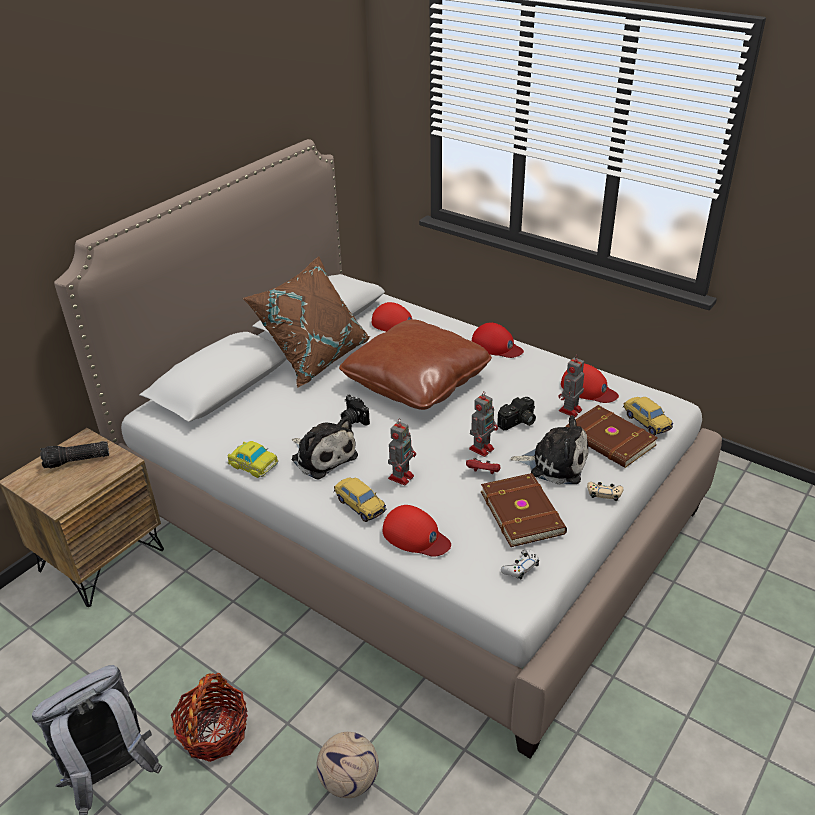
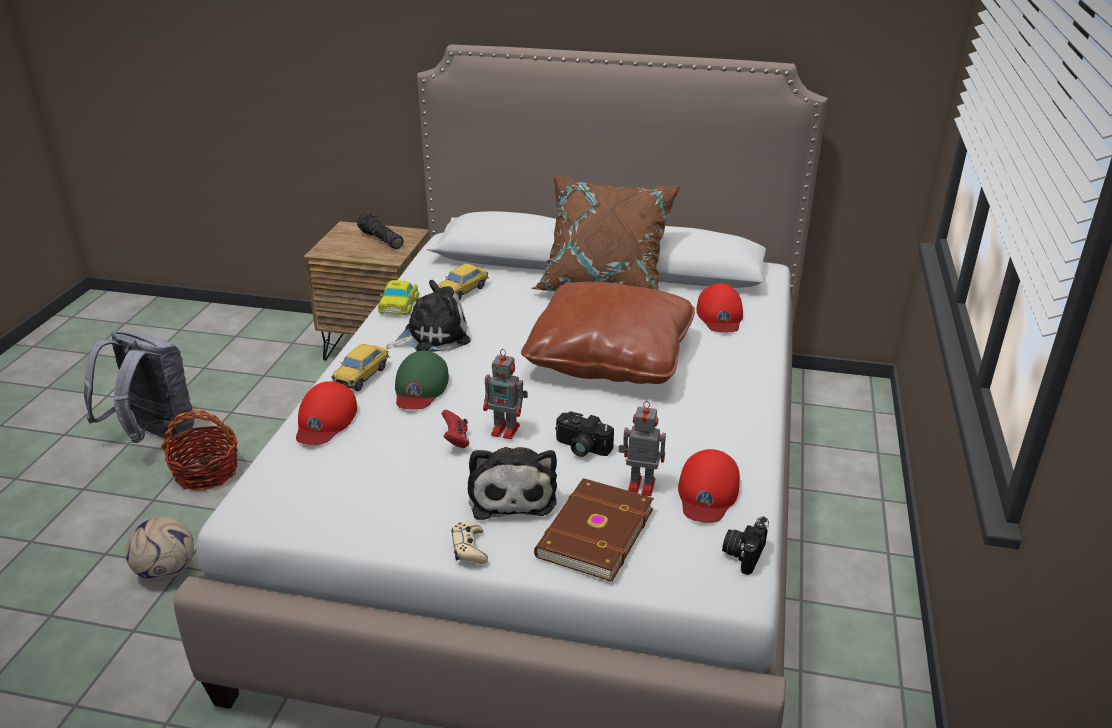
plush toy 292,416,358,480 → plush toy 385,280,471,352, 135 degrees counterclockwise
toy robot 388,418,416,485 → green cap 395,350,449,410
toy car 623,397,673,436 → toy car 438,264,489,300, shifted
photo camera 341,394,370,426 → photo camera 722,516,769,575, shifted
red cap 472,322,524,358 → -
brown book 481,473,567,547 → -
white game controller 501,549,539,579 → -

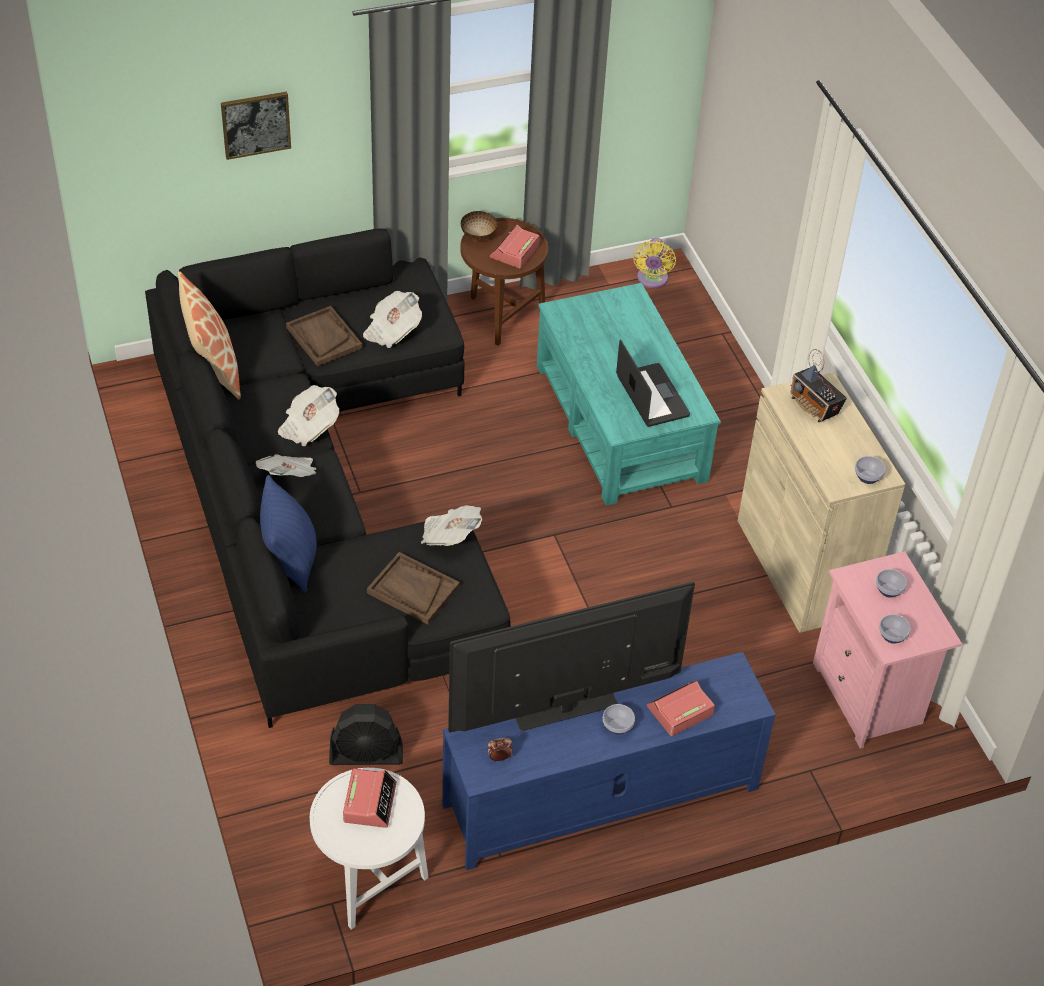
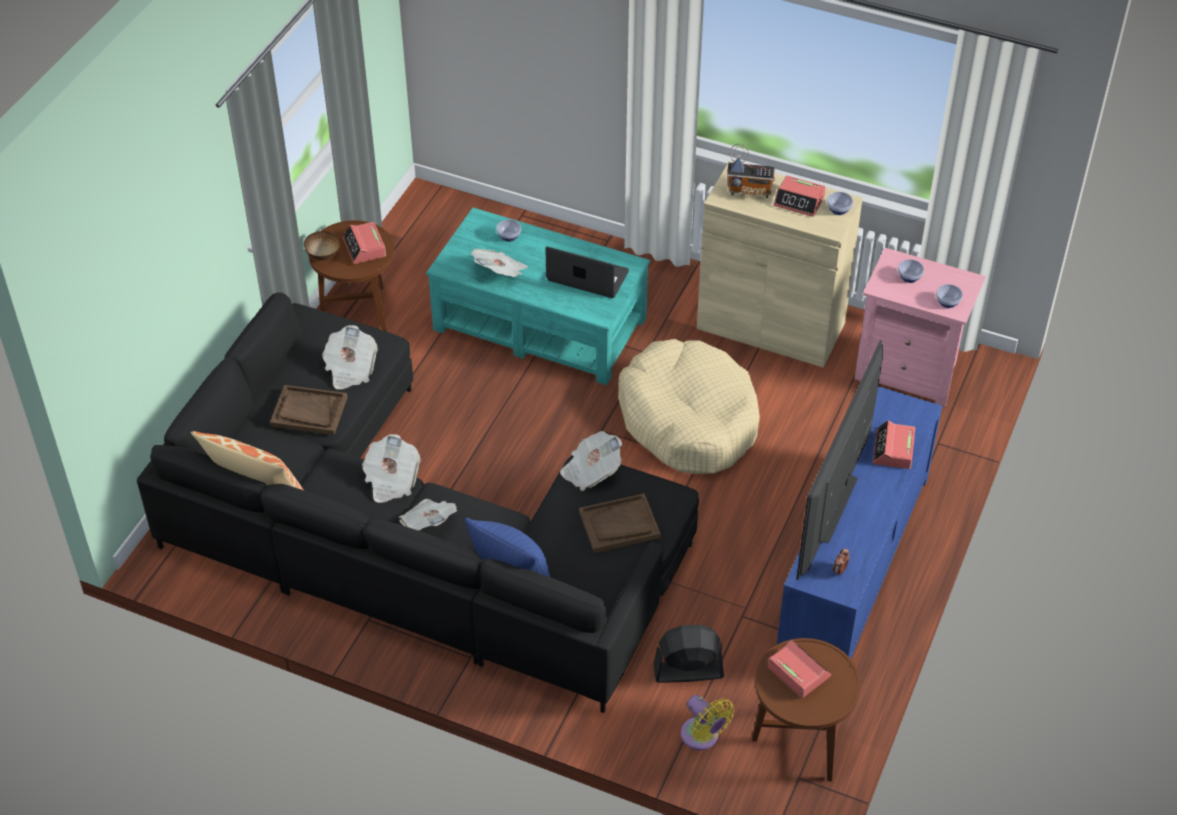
- → newspaper 471,249,528,277
bowl 603,704,635,734 → bowl 497,219,521,242, shifted
- → beige dog bed 618,339,760,474
black fan 329,704,403,765 → black fan 654,624,724,683, 135 degrees counterclockwise
yellow fan 633,238,676,288 → yellow fan 681,695,734,750, shifted
white side table 310,768,429,930 → brown side table 752,638,861,782
- → alarm clock 774,176,826,217
picture 221,92,291,160 → -

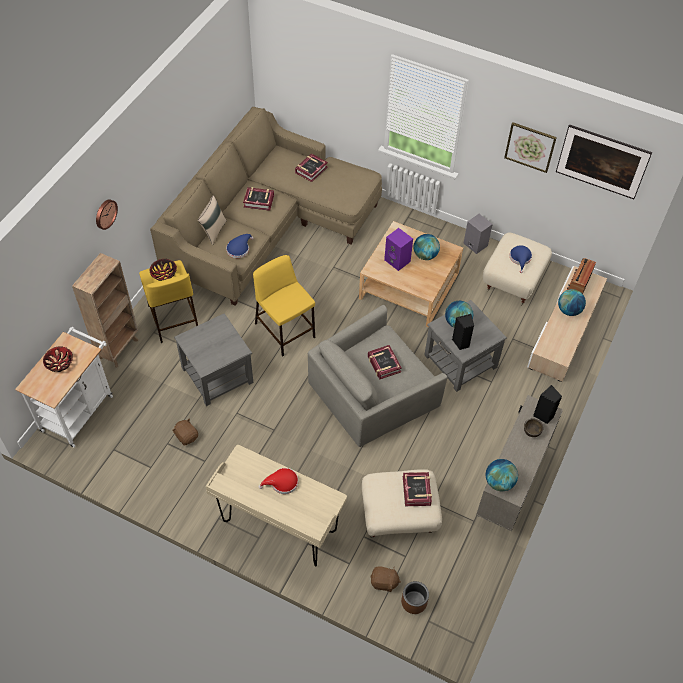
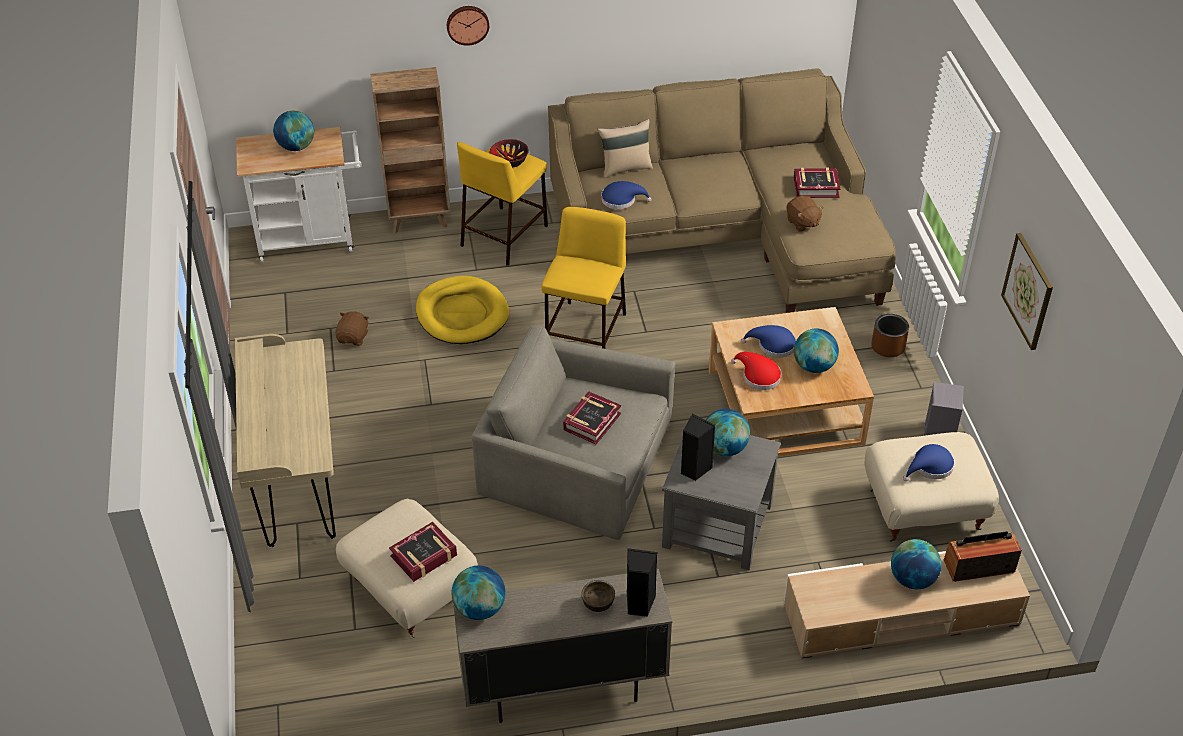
bowl 43,346,73,372 → globe 273,111,314,151
grey side table 174,313,253,406 → yellow dog bed 416,276,509,344
red hat 258,468,298,494 → red hat 731,352,782,390, shifted
purple speaker 384,228,413,271 → blue hat 741,325,796,358
brown plush toy 370,566,401,592 → brown plush toy 787,196,824,232, shifted
brown planter 401,581,429,614 → brown planter 871,314,909,357, shifted
book 243,187,274,211 → -
picture 556,124,652,199 → -

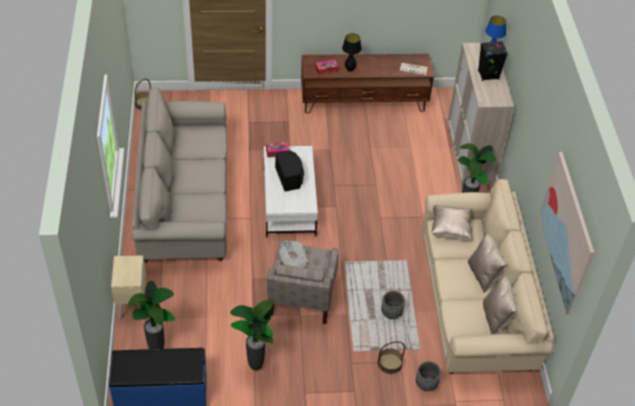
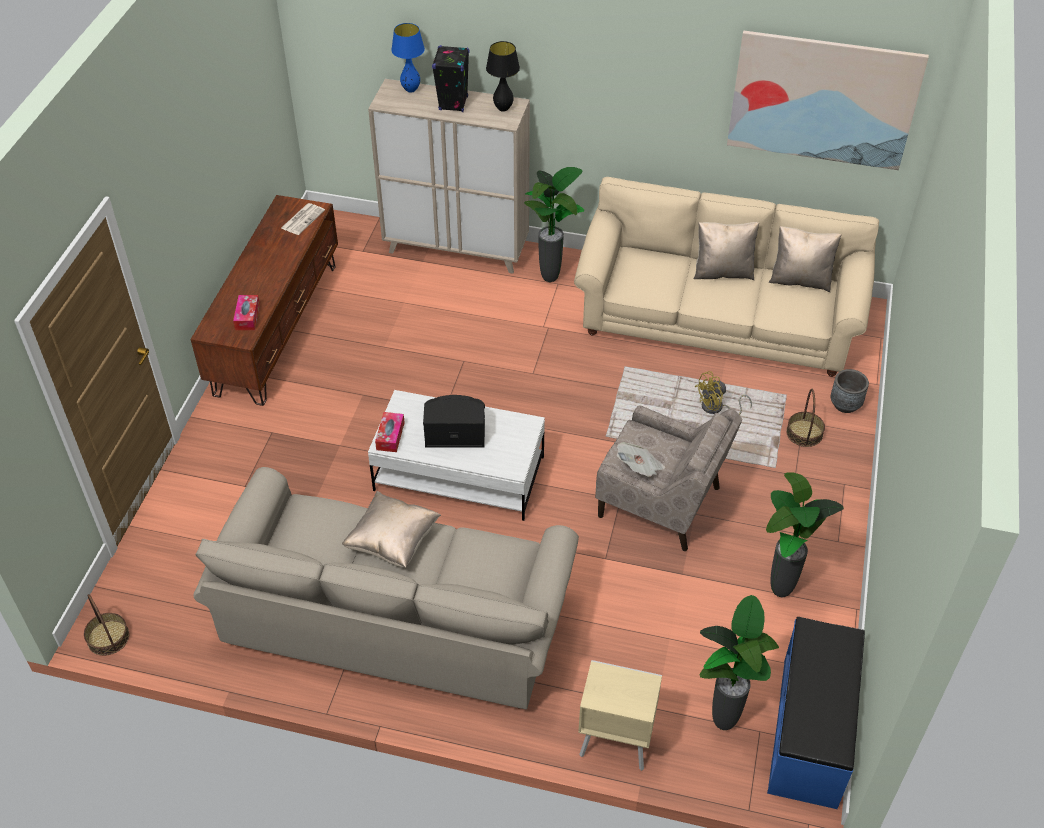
beige pillow 431,205,473,240 → beige pillow 342,491,441,568, shifted
black table lamp 342,33,362,71 → black table lamp 486,41,520,112, shifted
grey planter 381,291,405,319 → yellow fan 695,371,752,415

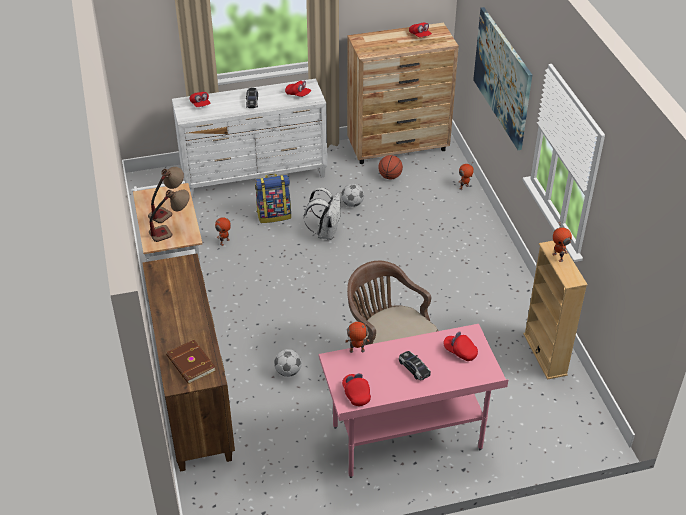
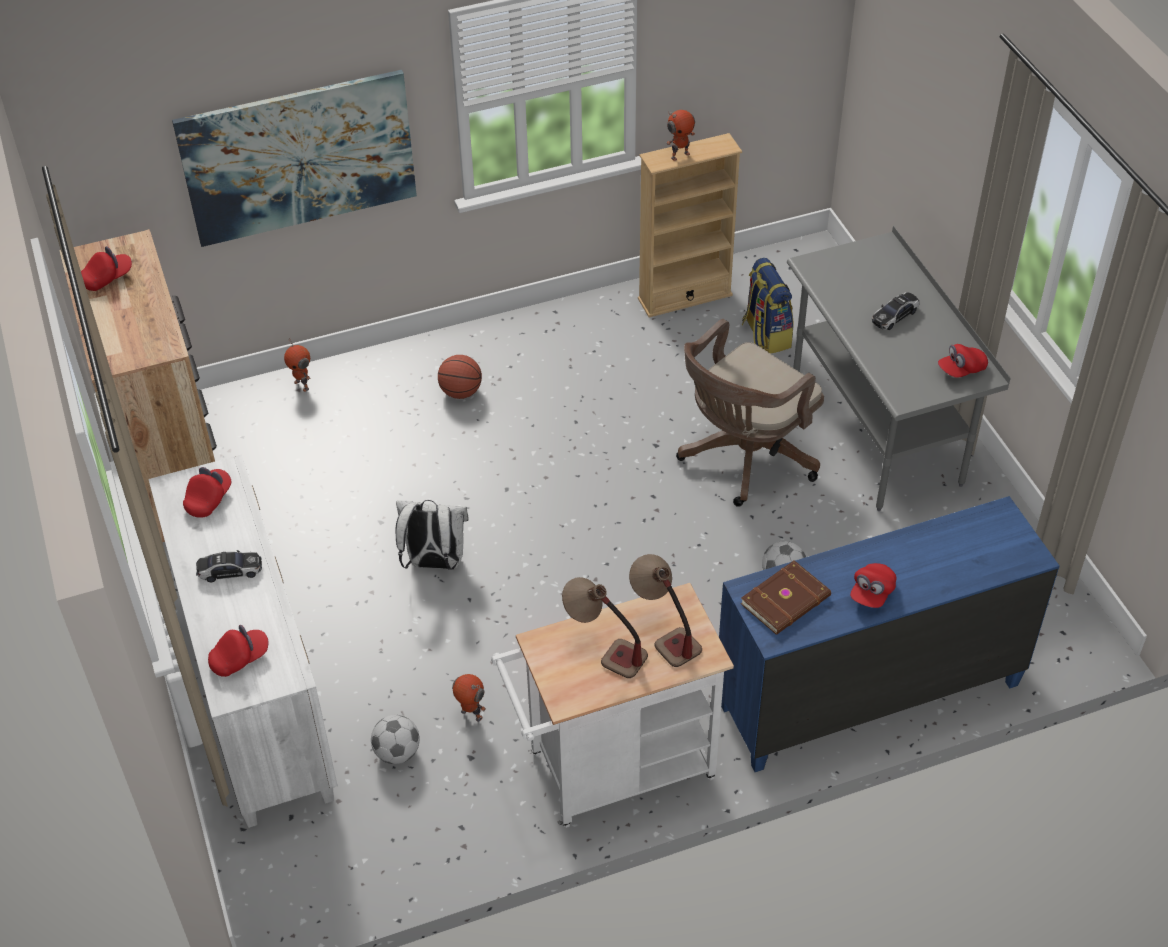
football 341,184,364,207 → football 371,715,420,764, shifted
basketball 378,155,403,180 → basketball 438,355,482,399, shifted
brown dresser 142,253,235,472 → blue dresser 719,496,1060,772
brown book 166,340,216,384 → brown book 741,560,831,635, shifted
backpack 255,174,291,223 → backpack 742,258,793,354, shifted
pink desk 319,324,508,478 → grey desk 787,225,1011,511
red cap 444,331,478,361 → red cap 850,563,896,608, shifted
toy robot 345,322,370,353 → -

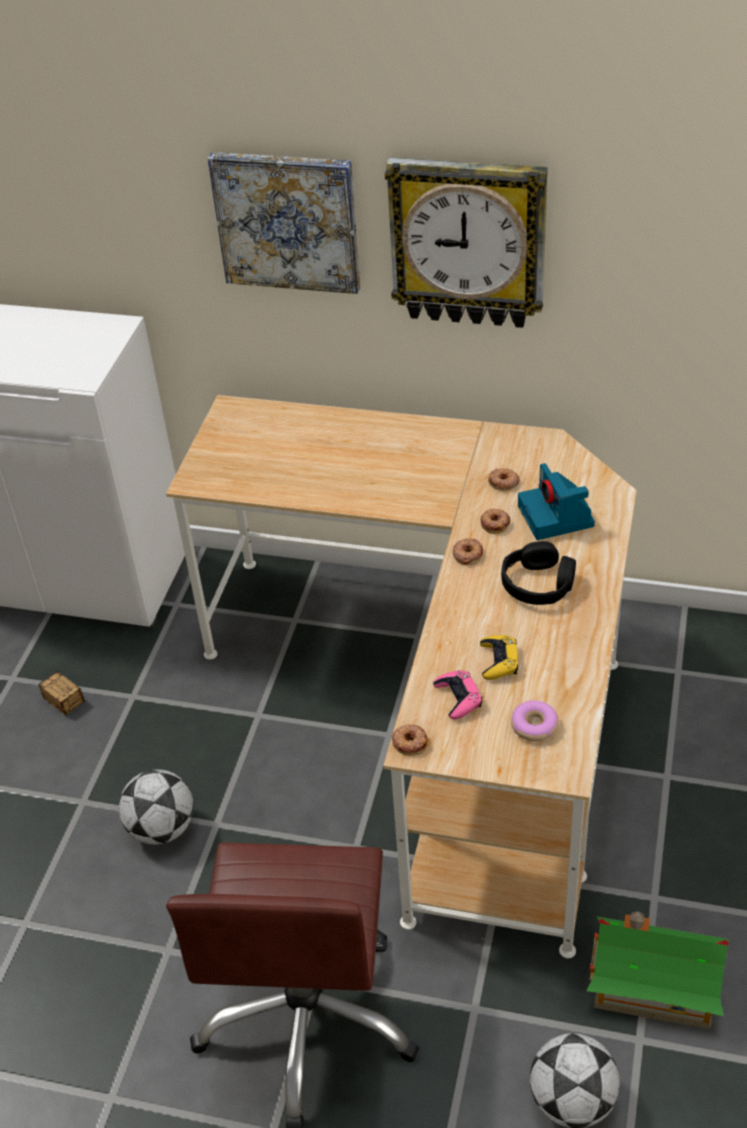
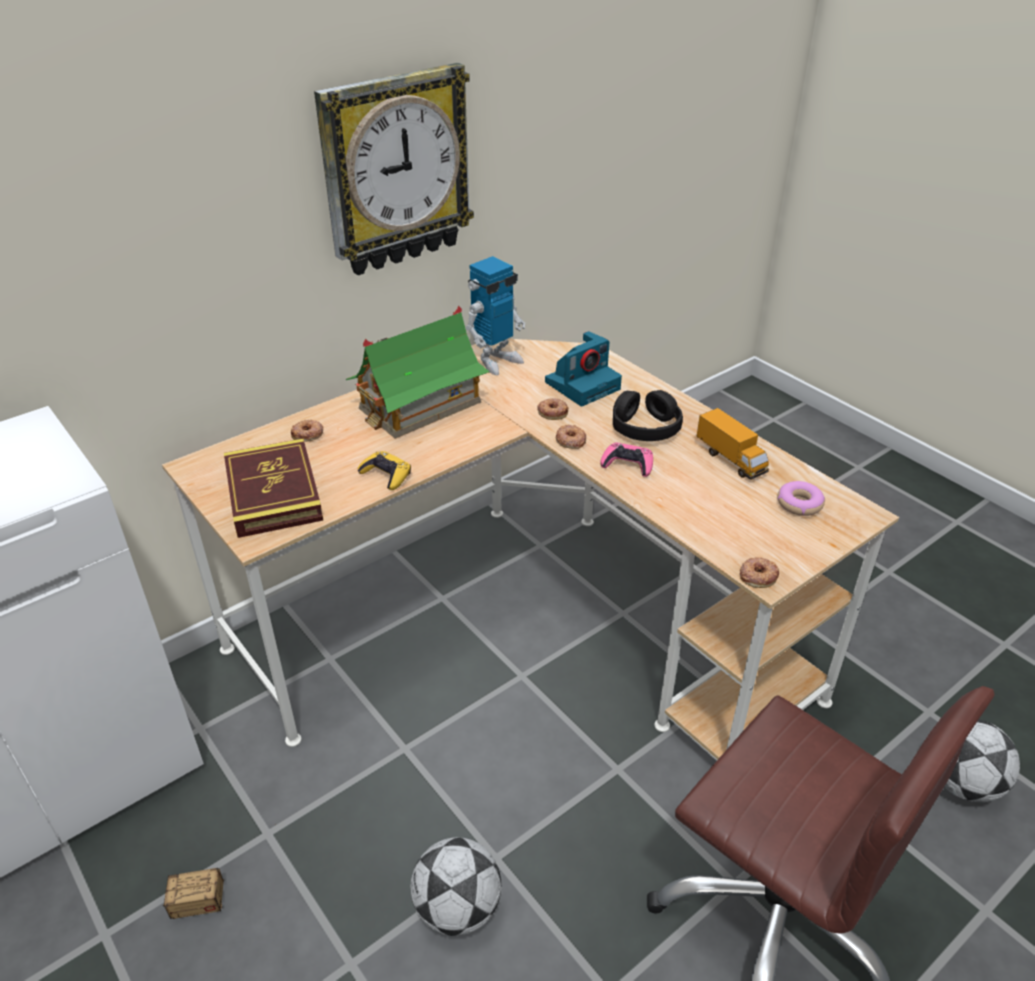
- → book 224,439,323,538
donut 488,468,520,491 → donut 291,420,323,442, shifted
toy house 586,911,729,1030 → toy house 346,305,489,439, shifted
yellow game controller 480,635,519,680 → yellow game controller 358,451,411,490, shifted
- → toy robot 466,256,525,375
photo camera 518,463,595,540 → photo camera 545,331,622,406, 60 degrees counterclockwise
pink game controller 433,670,482,720 → pink game controller 600,443,653,477, shifted
- → toy truck 697,408,769,480
picture 207,152,360,294 → -

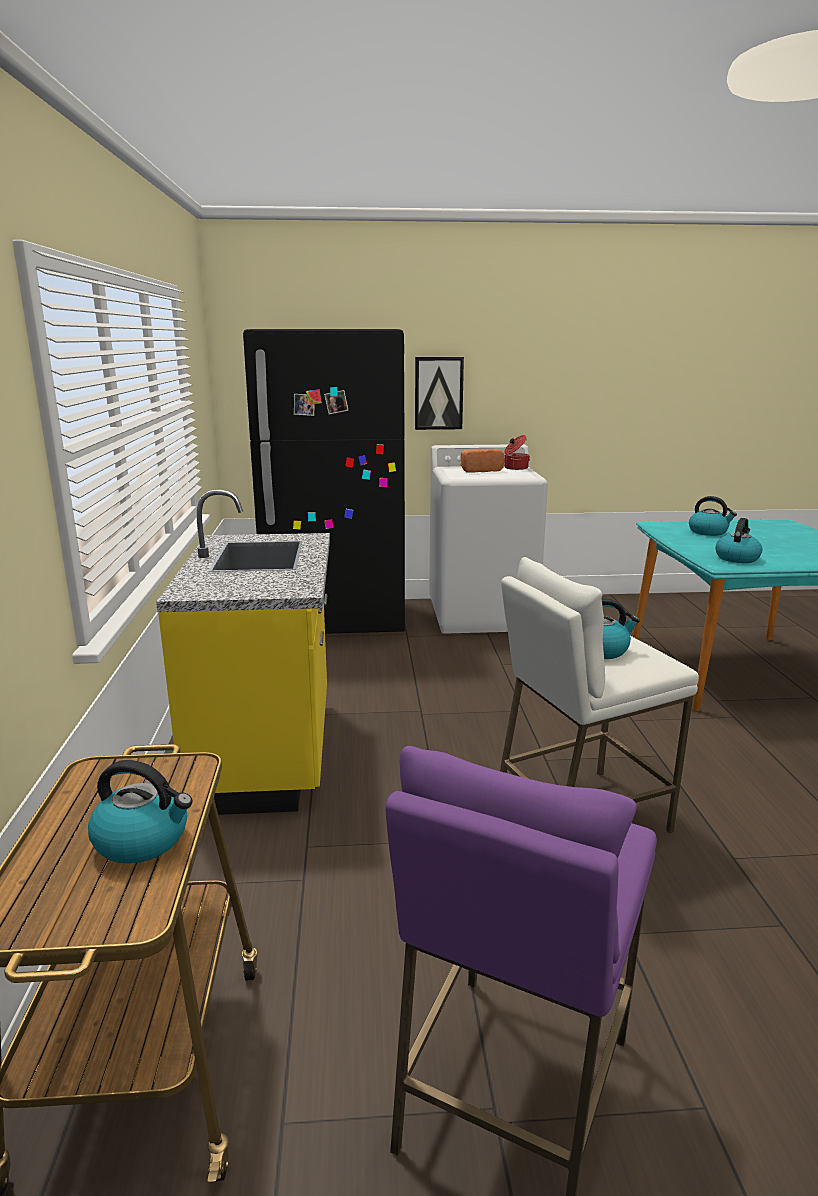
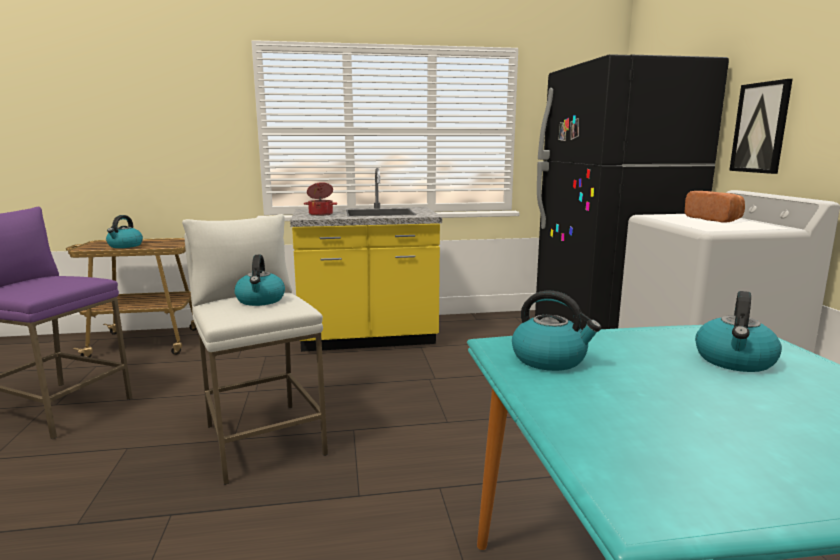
cooking pot 504,435,530,470 → cooking pot 304,182,337,216, shifted

